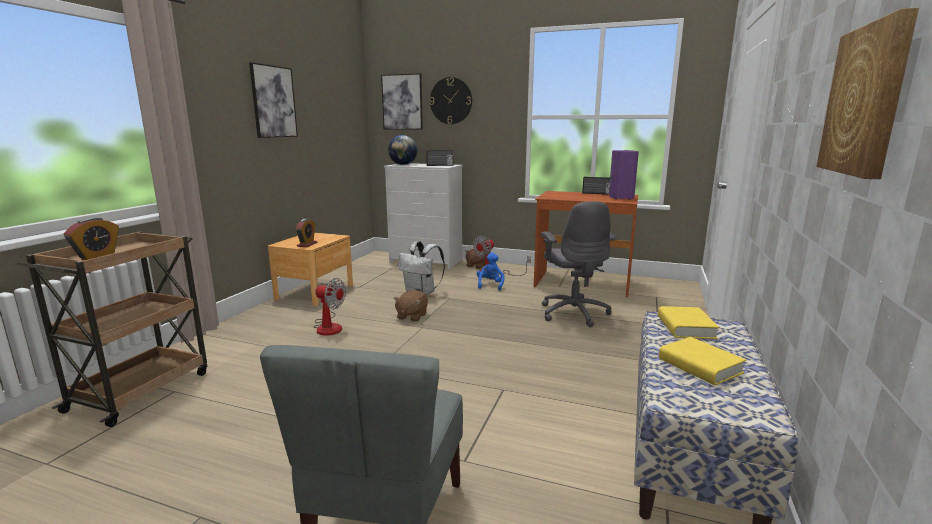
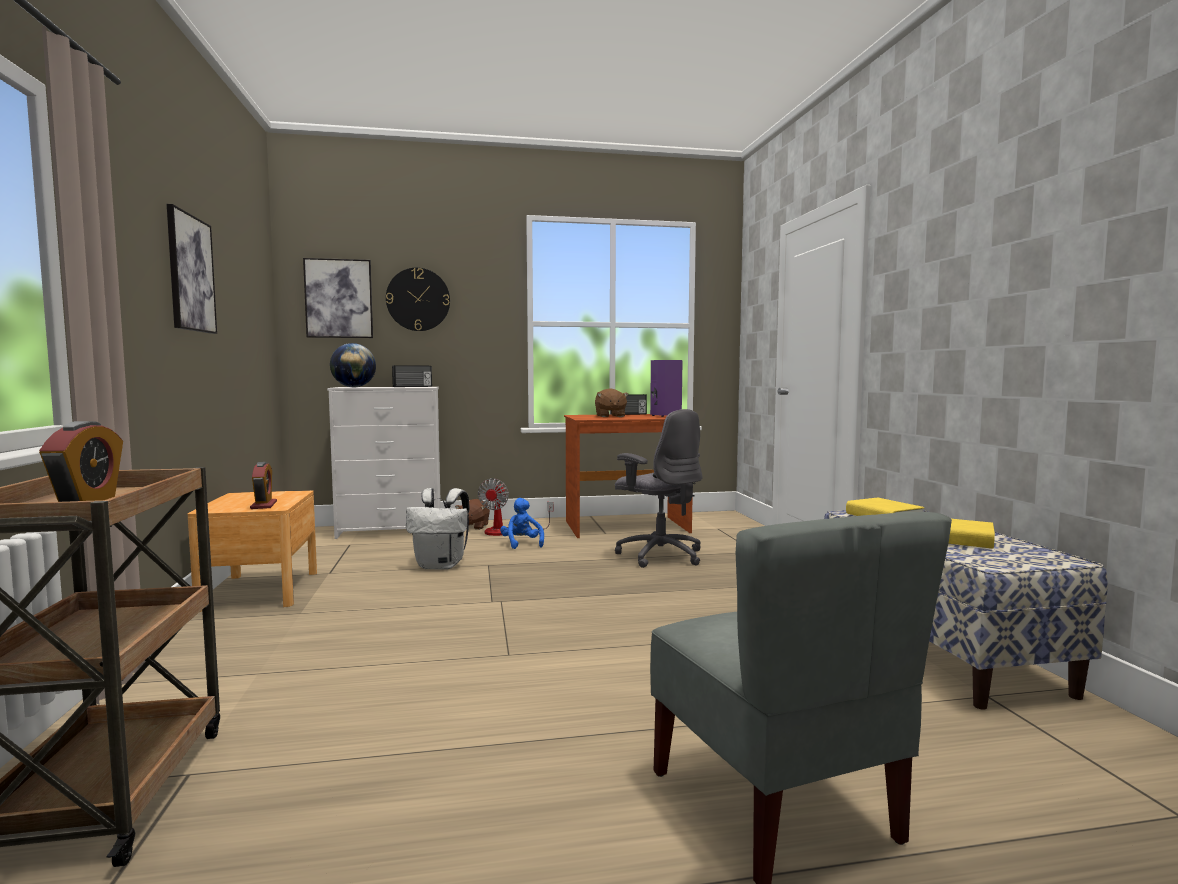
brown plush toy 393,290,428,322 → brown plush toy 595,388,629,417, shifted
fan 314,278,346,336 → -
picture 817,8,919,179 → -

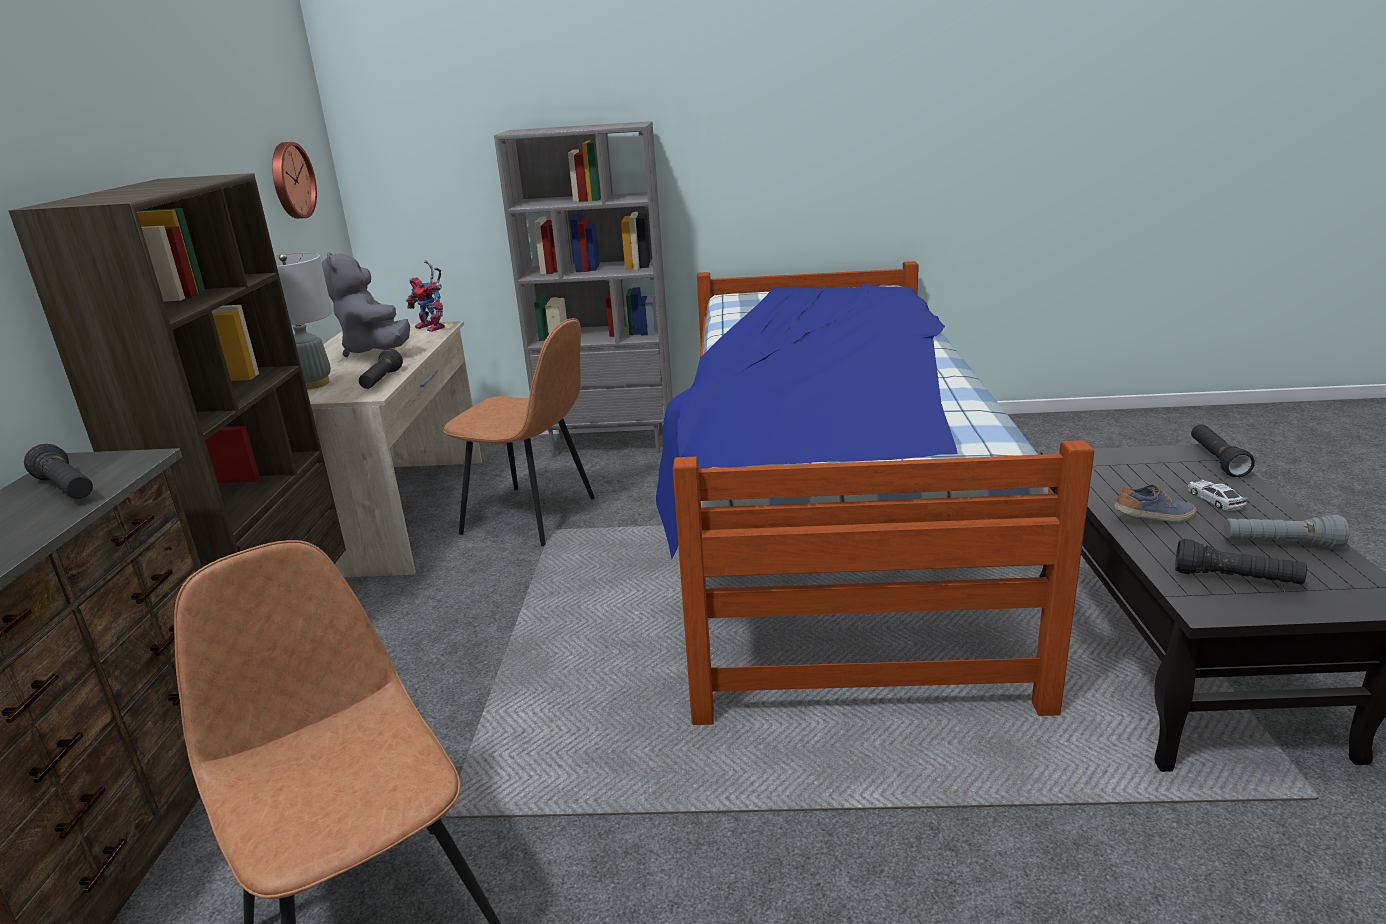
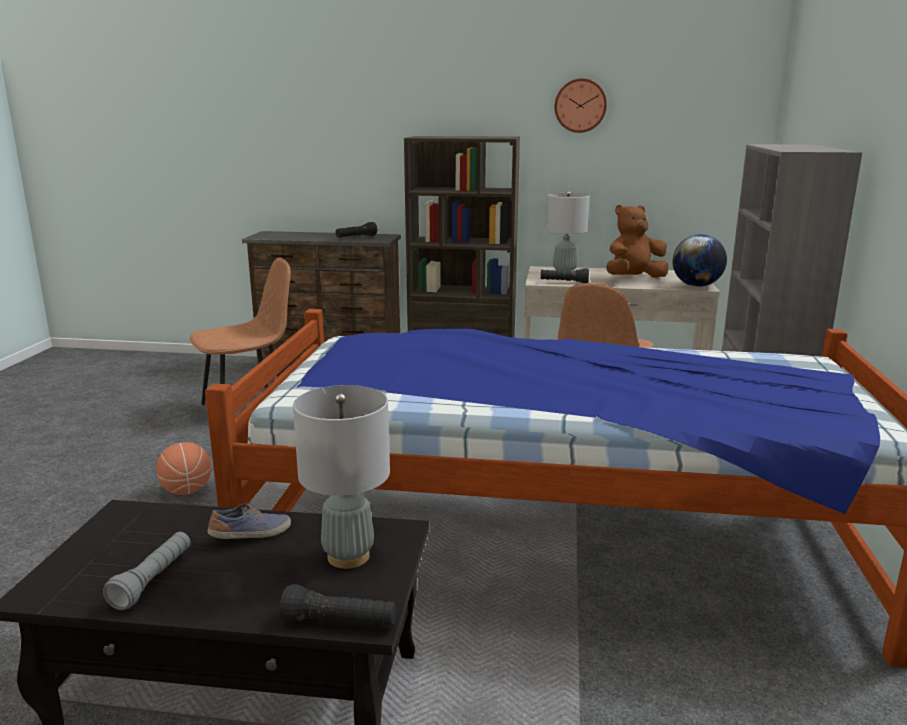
- → basketball 156,442,211,495
shoe 1114,484,1196,522 → shoe 207,504,291,539, 120 degrees counterclockwise
- → grey table lamp 293,385,390,569
wall clock 272,142,317,219 → wall clock 555,78,607,133, shifted
grey plush toy 322,253,410,357 → brown plush toy 606,205,668,278
toy robot 406,260,445,332 → globe 673,234,727,287
black flashlight 1175,539,1307,585 → -
toy car 1188,480,1248,511 → -

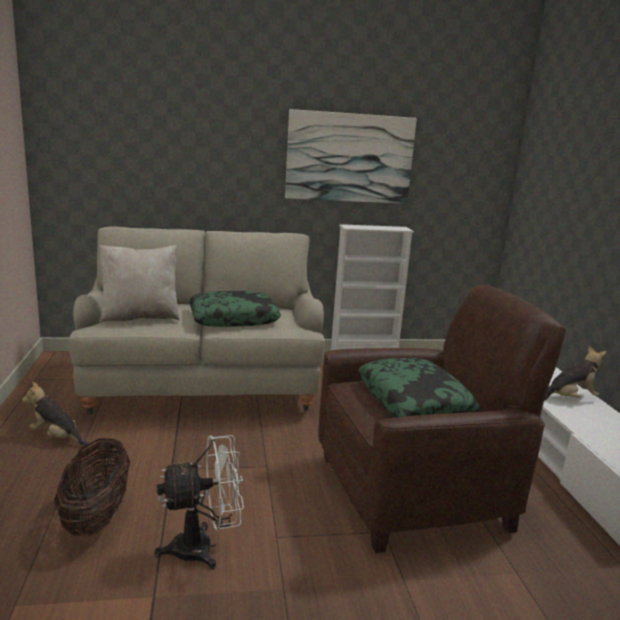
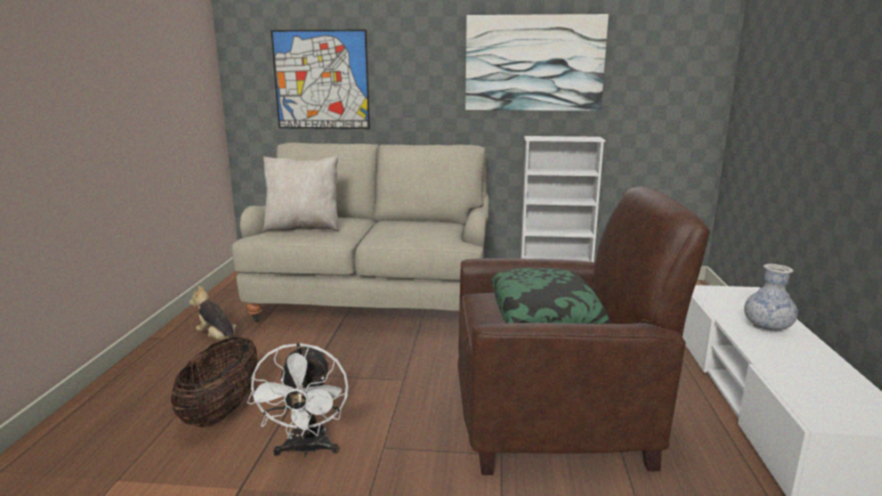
white fan 155,435,244,569 → white fan 247,343,348,457, 90 degrees clockwise
- → picture 271,30,370,129
plush toy 544,345,606,401 → vase 744,264,798,332
pillow 189,291,281,327 → -

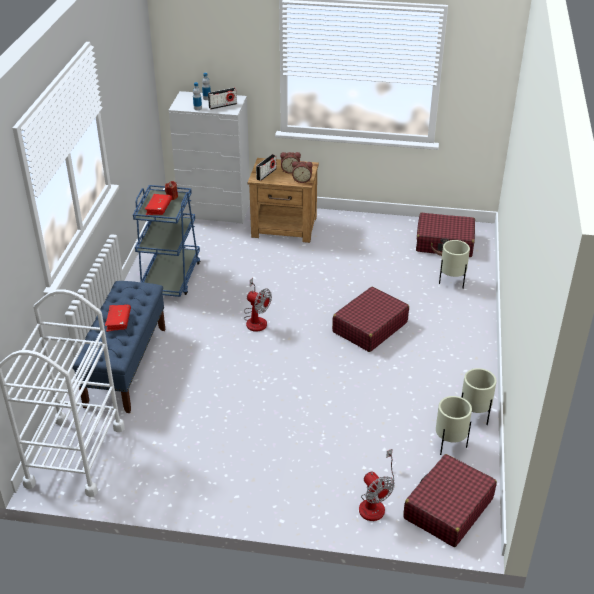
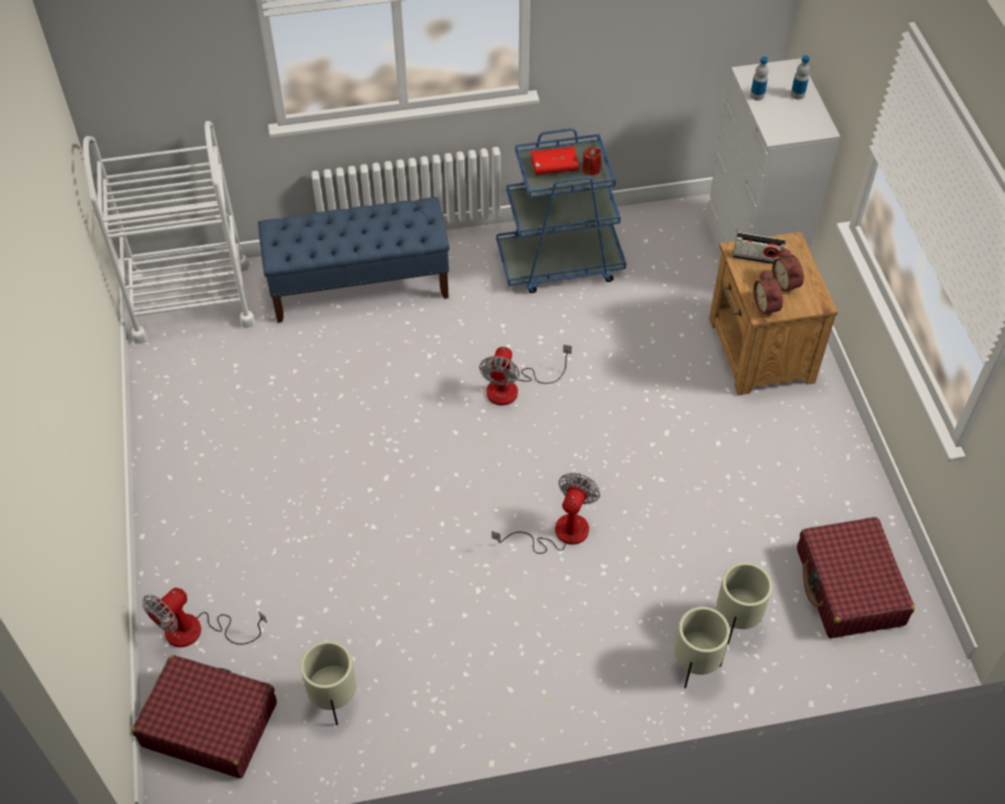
red suitcase 332,287,409,352 → fan 492,473,600,554
beige planter 461,368,497,425 → beige planter 674,607,730,688, shifted
red book 105,305,131,332 → -
radio 208,88,237,109 → -

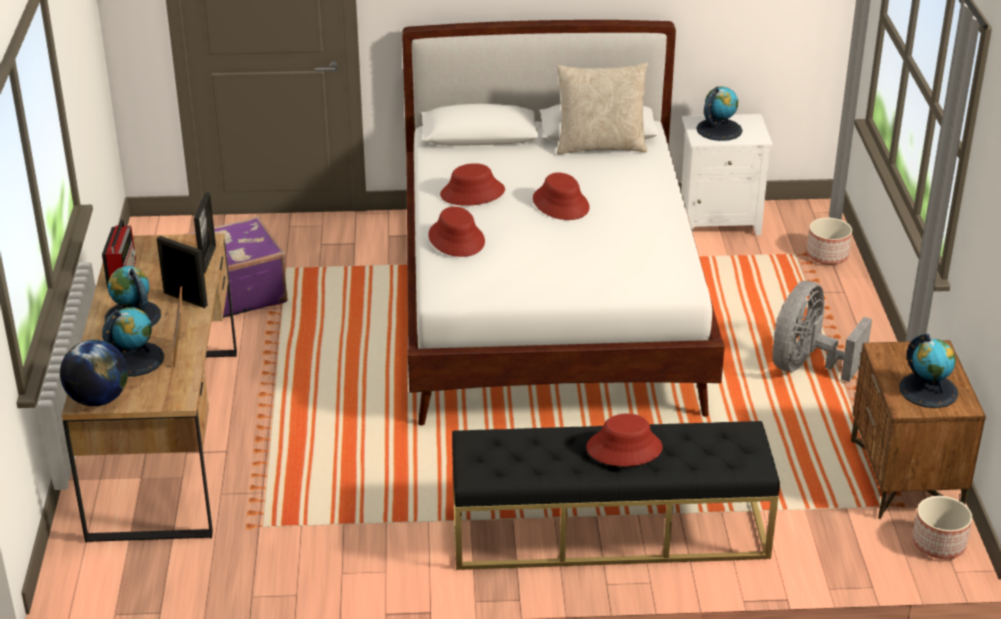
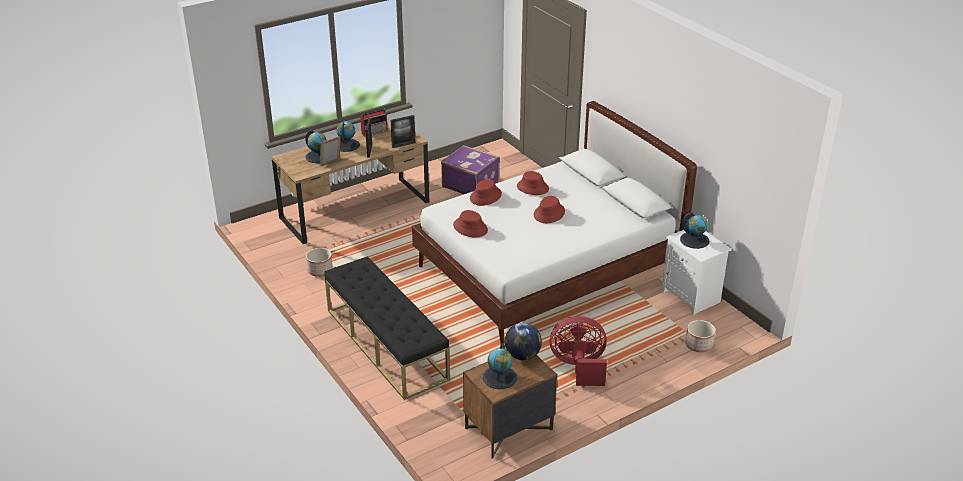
planter 912,496,972,559 → planter 306,248,333,277, shifted
red hat 586,413,663,467 → red hat 453,210,488,238, shifted
globe 60,340,128,406 → globe 505,323,542,360, shifted
grey fan 772,281,872,382 → red fan 550,316,607,386
beige pillow 557,63,648,154 → -

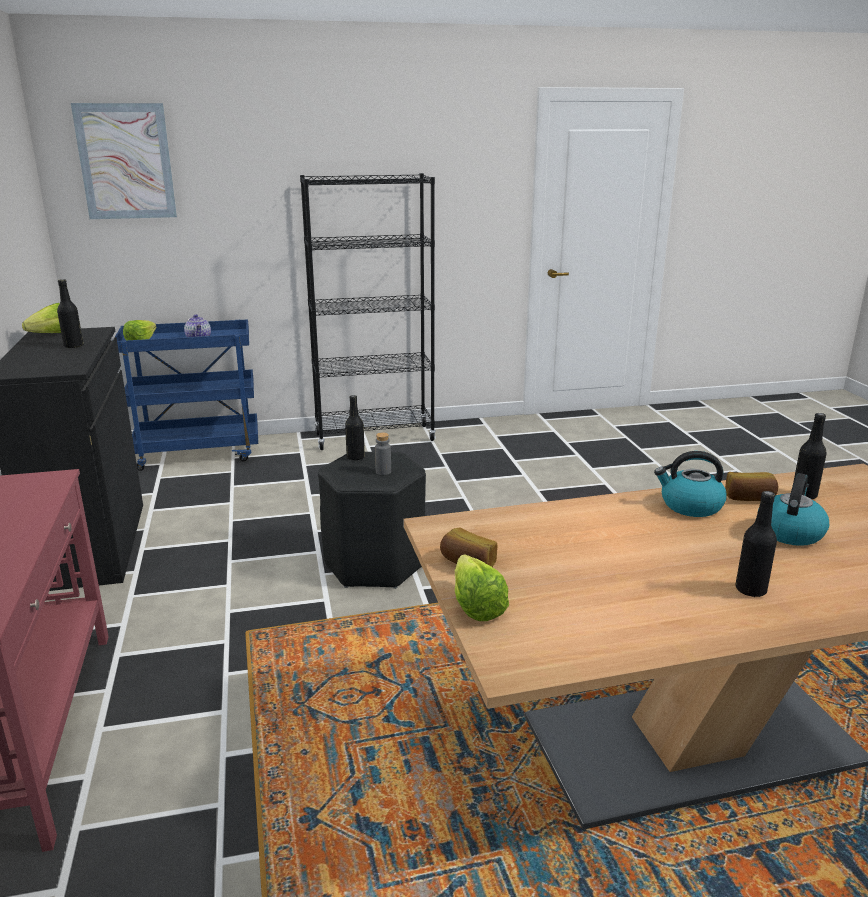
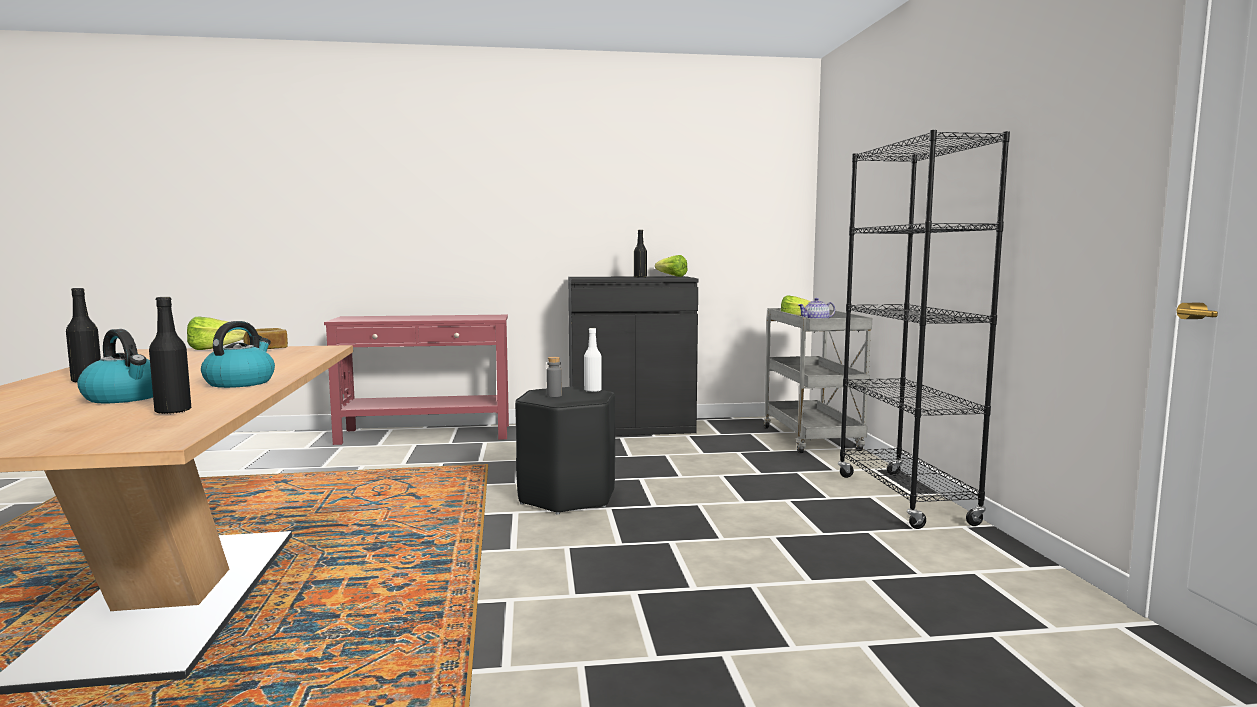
black bottle 345,395,365,461 → white bottle 584,328,602,392
blue cart 113,319,258,471 → grey cart 764,308,872,453
picture 71,103,177,219 → -
bread 725,472,778,501 → -

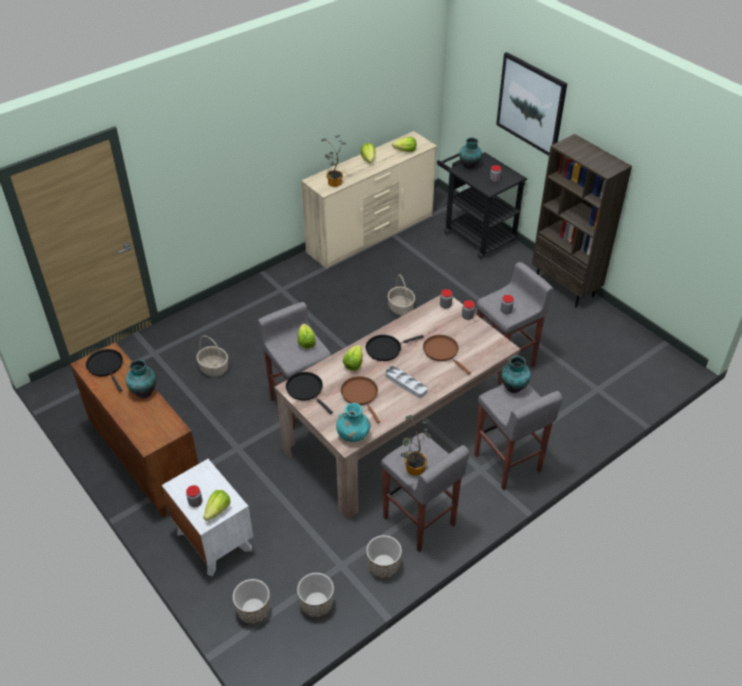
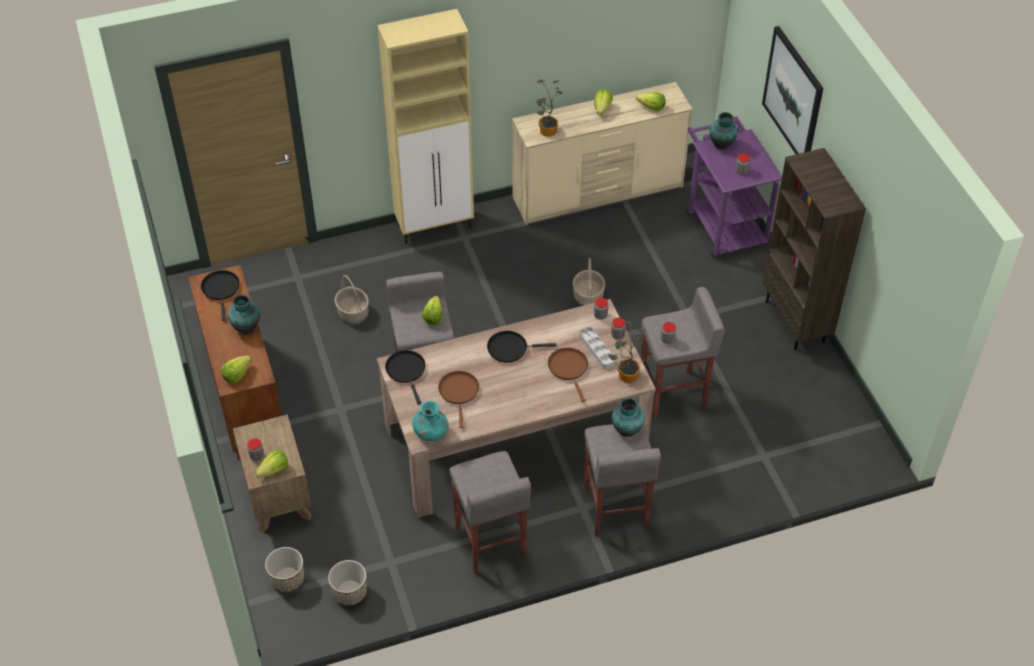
lettuce 343,345,362,371 → lettuce 221,356,251,384, shifted
white nightstand 162,459,253,576 → brown nightstand 233,415,312,533
- → beige cabinet 377,9,474,244
grey tray 385,366,428,398 → grey tray 580,327,615,369, shifted
potted plant 400,415,432,476 → potted plant 609,321,646,383, shifted
black cart 437,152,527,259 → purple cart 687,116,782,258
planter 366,535,402,578 → -

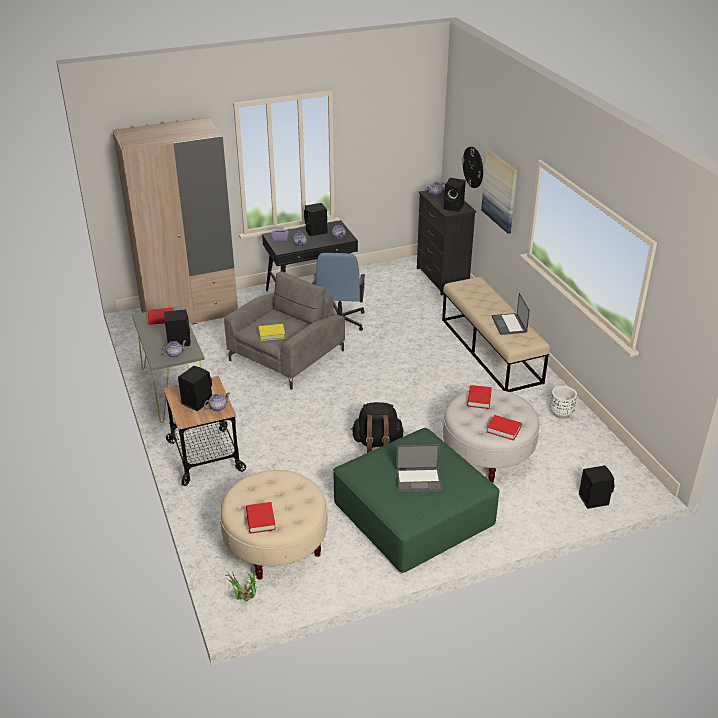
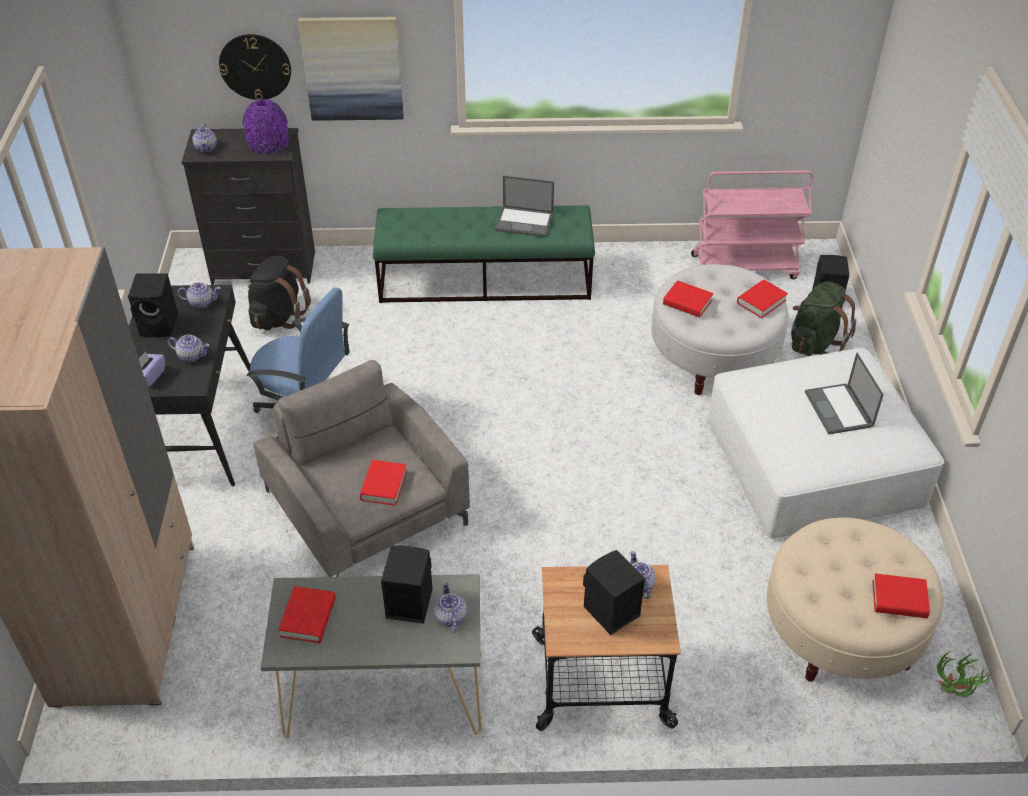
black speaker 444,178,466,212 → purple vase 243,99,289,154
black backpack 351,402,404,453 → black backpack 248,256,311,330, shifted
yellow book 259,324,285,341 → red book 360,460,407,506
beige bench 442,277,550,392 → green bench 373,205,595,303
- → pink cart 691,171,813,279
green ottoman 333,428,500,573 → white ottoman 708,348,944,538
- → green backpack 791,282,856,356
laptop 396,444,442,492 → laptop 805,353,884,435, 150 degrees clockwise
white planter 550,386,577,419 → -

